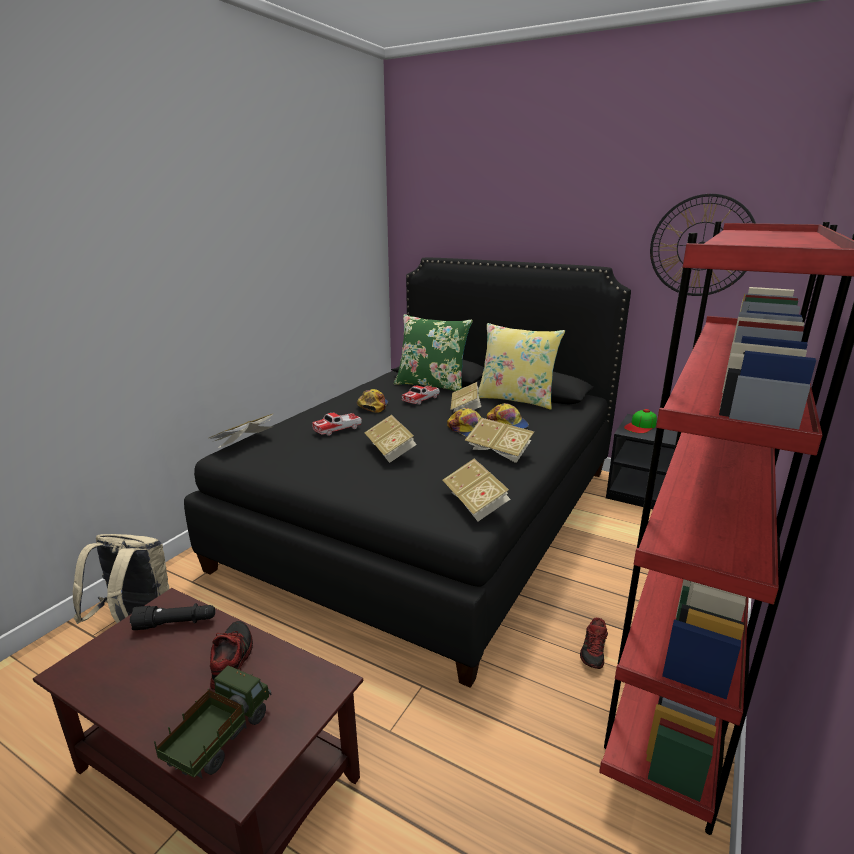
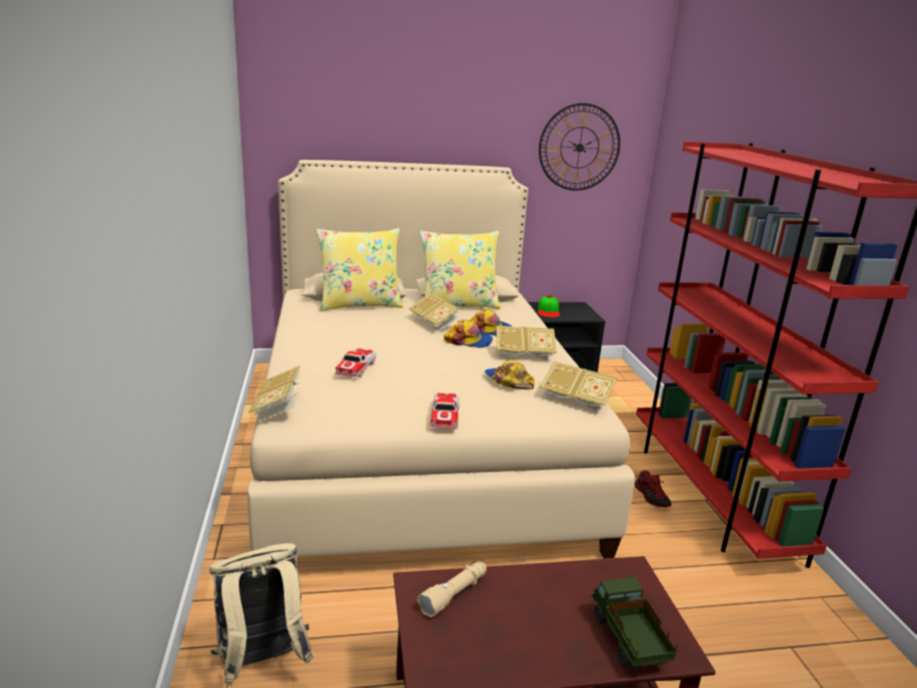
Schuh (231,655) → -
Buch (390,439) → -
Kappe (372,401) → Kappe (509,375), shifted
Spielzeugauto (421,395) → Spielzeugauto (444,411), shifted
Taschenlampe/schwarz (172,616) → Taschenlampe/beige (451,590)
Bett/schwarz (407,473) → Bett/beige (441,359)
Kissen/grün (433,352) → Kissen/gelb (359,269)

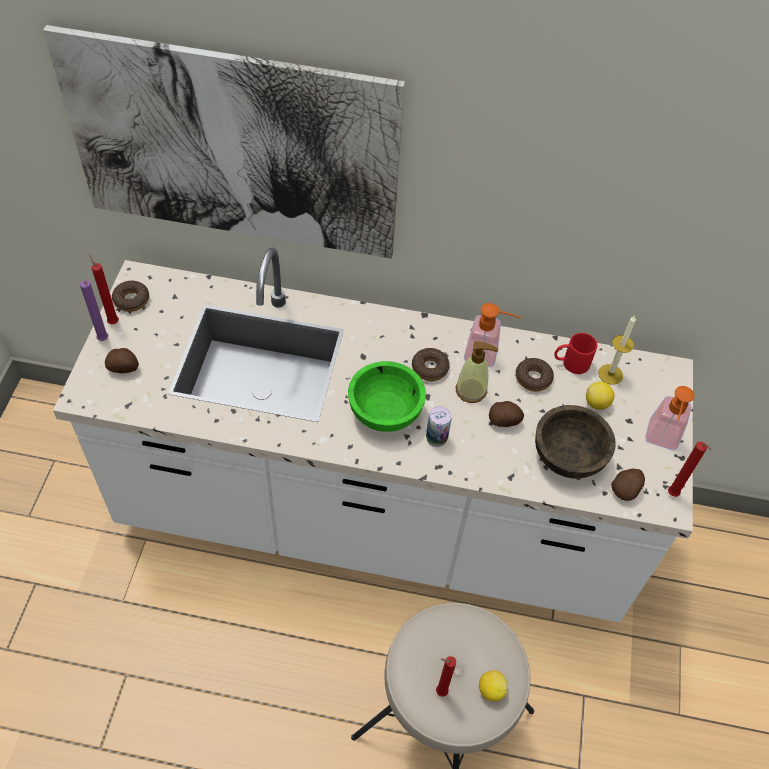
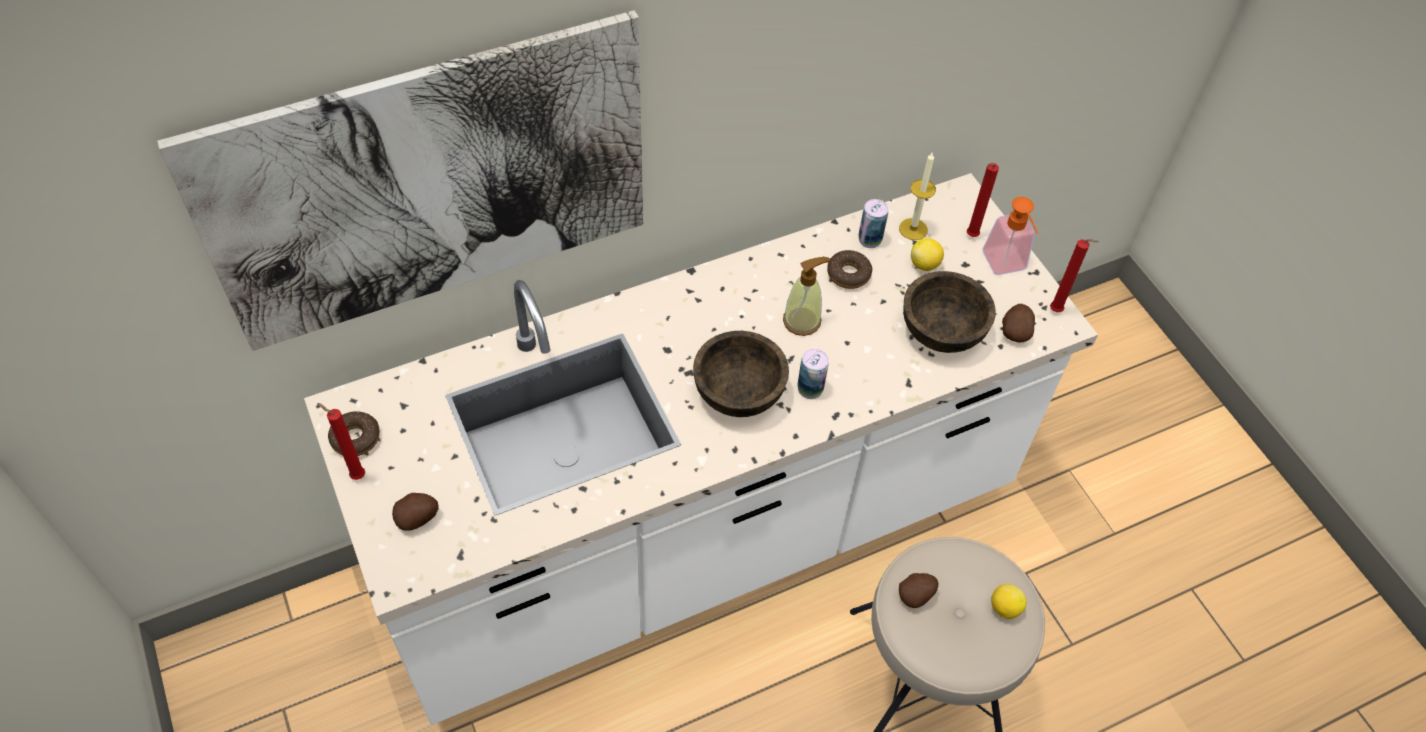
Kerze/lila (94,310) → -
Donut (431,364) → -
Seifenspender (492,335) → -
Kerze/rot (446,676) → Kerze/rot (983,200), shifted
Kartoffel (506,414) → Kartoffel (918,590), shifted
Henkelbecher/rot (575,353) → Dose (873,223)
Schüssel/grün (387,396) → Schüssel/braun (741,374)

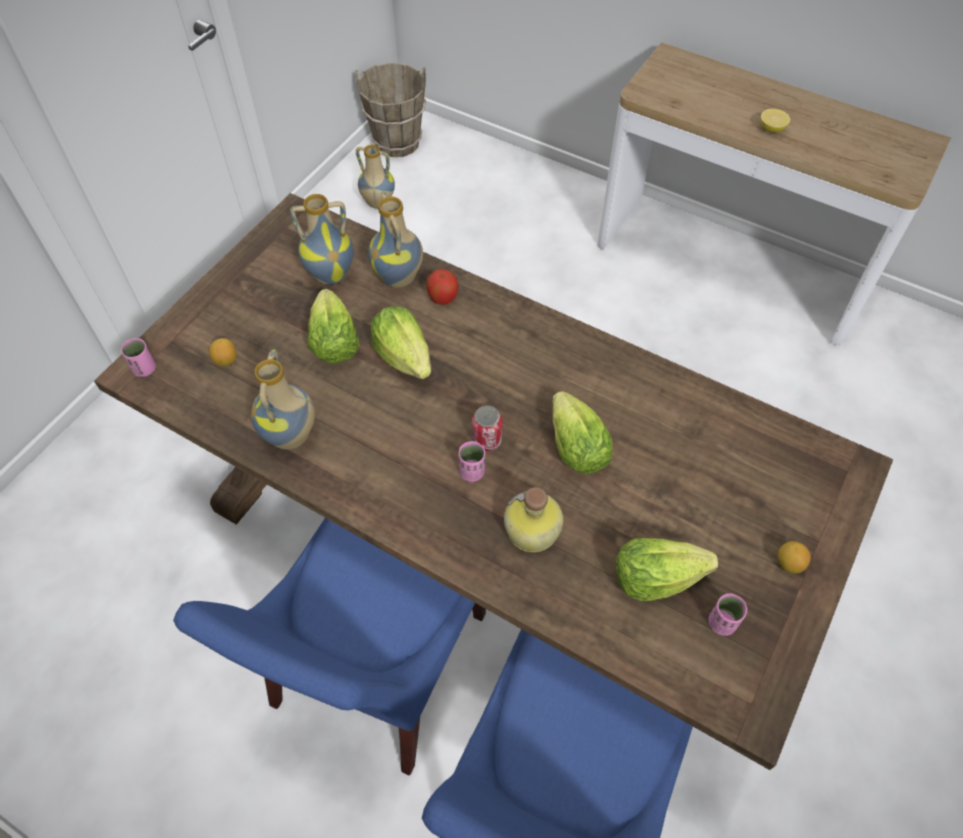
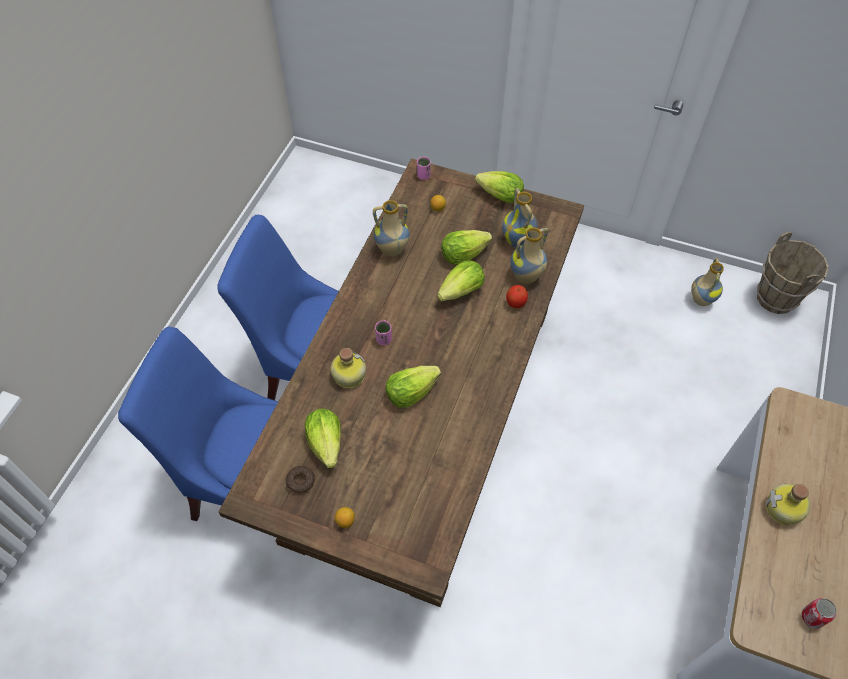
- → Salatkopf (499,187)
Dose (487,428) → Dose (819,613), shifted
Tasse/rosa (727,615) → Donut (300,480)
Zitrone (775,121) → Flasche (788,504)

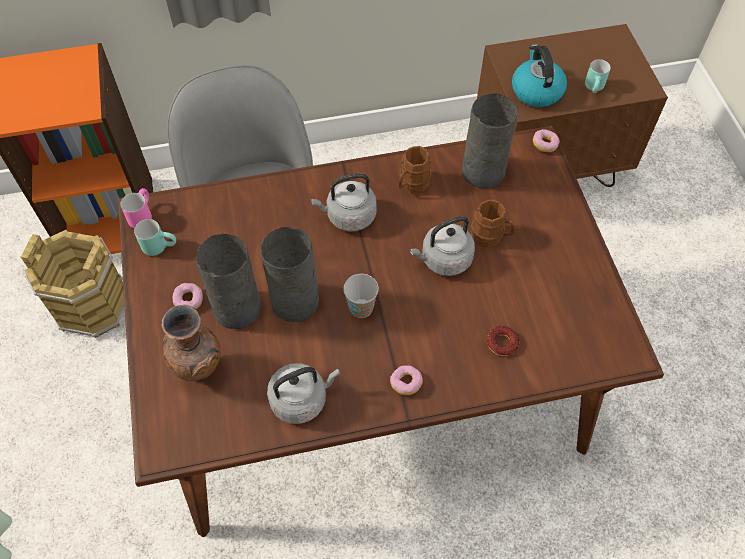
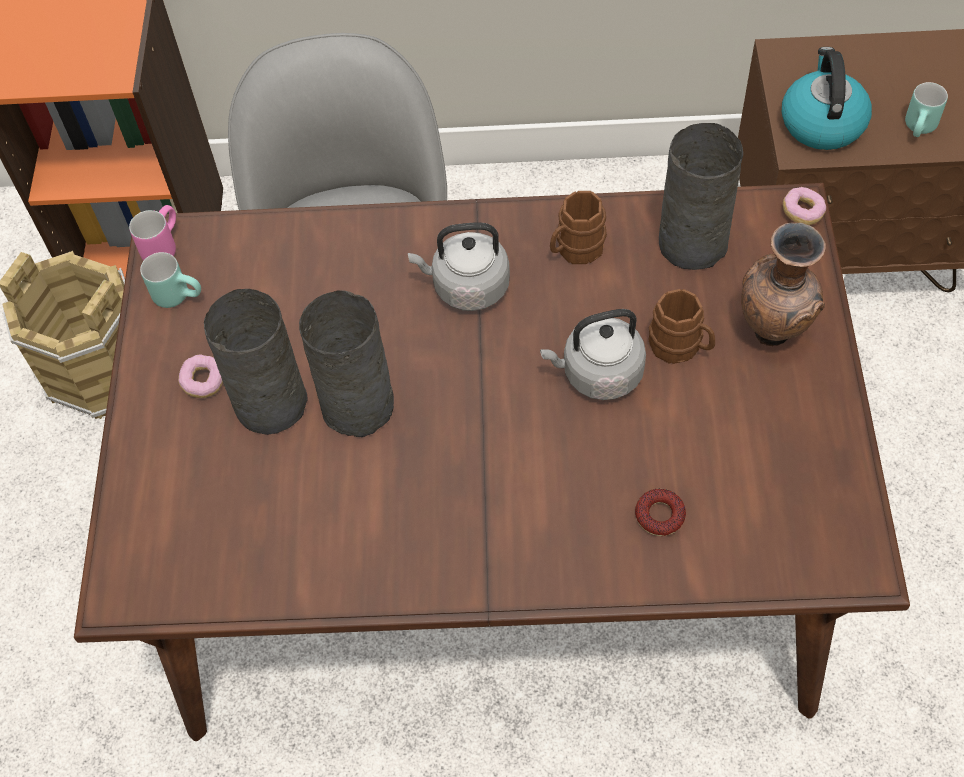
Wasserkessel/grau (303,393) → -
Tasse (361,296) → -
Donut (406,380) → -
Vase/braun (191,343) → Vase/braun (783,284), shifted

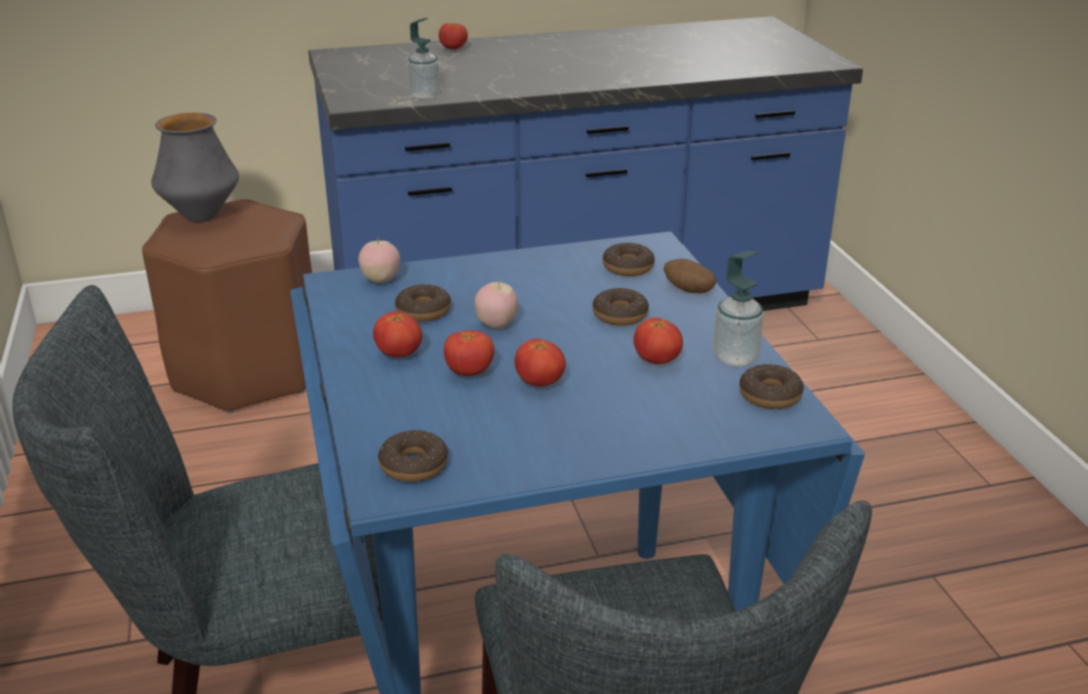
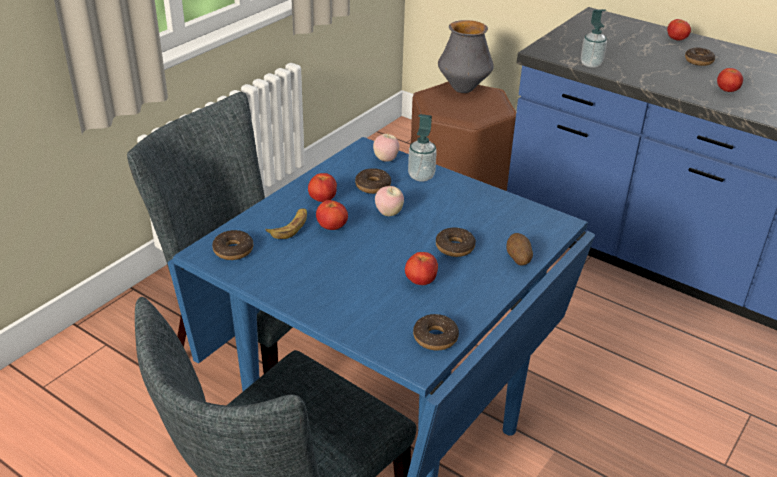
- → Banane (286,223)
Tomate (540,362) → Tomate (730,80), shifted
Donut (629,259) → Donut (700,56), shifted
Seifenspender (738,309) → Seifenspender (422,147), shifted

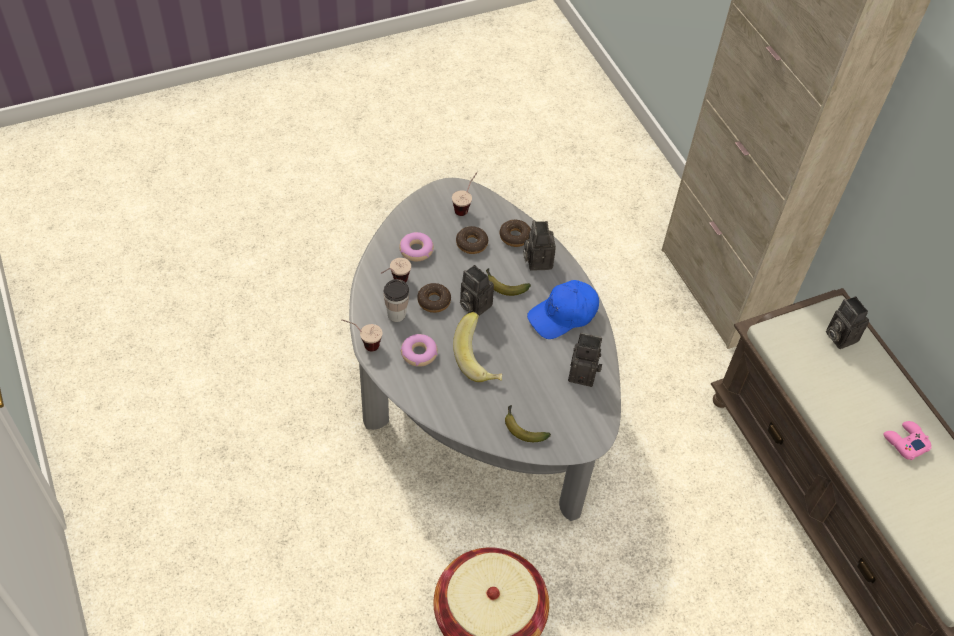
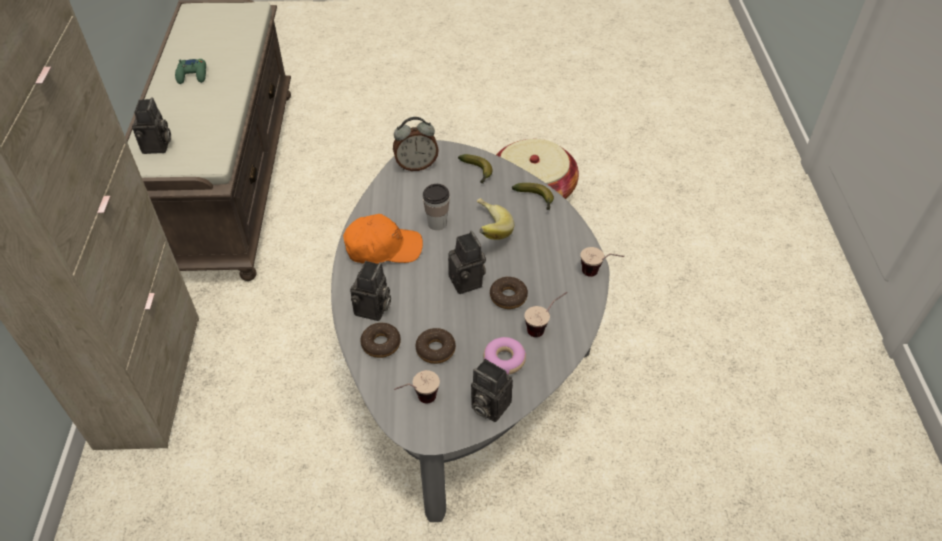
Donut (419,350) → -
- → Wecker (416,144)
Tasse (396,300) → Tasse (436,207), shifted
Banane (508,282) → Banane (533,197), shifted
Kamera (585,359) → Kamera (492,390), shifted
Kappe/blau (563,309) → Kappe/orange (383,239)
Gamepad/rosa (907,440) → Gamepad/grün (190,71)

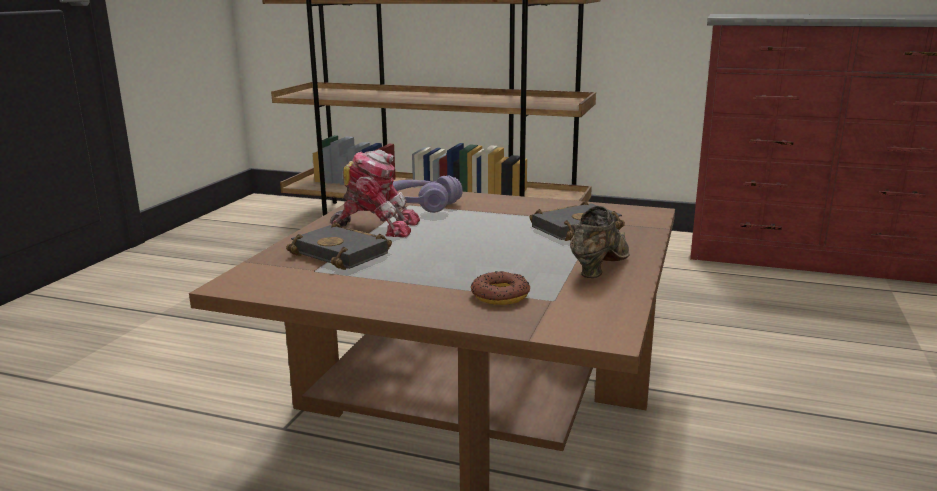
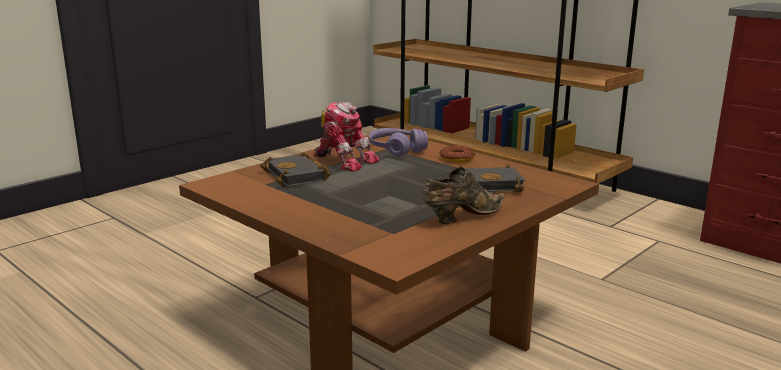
Donut (500,288) → Donut (457,154), shifted

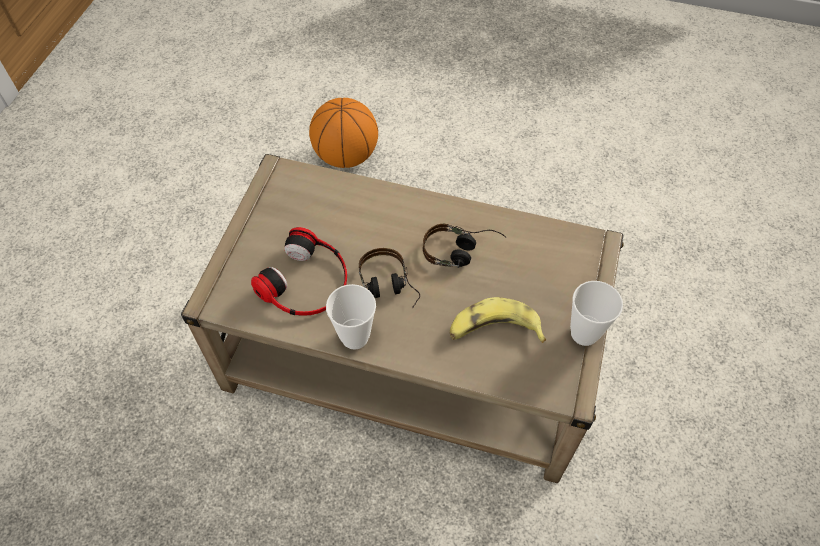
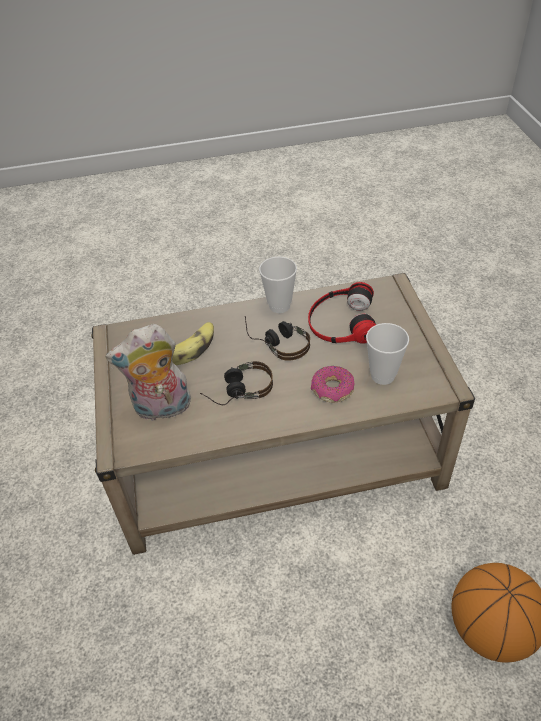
- → Plüschtier (149,372)
- → Donut (332,384)
Tasse (596,313) → Tasse (387,354), shifted

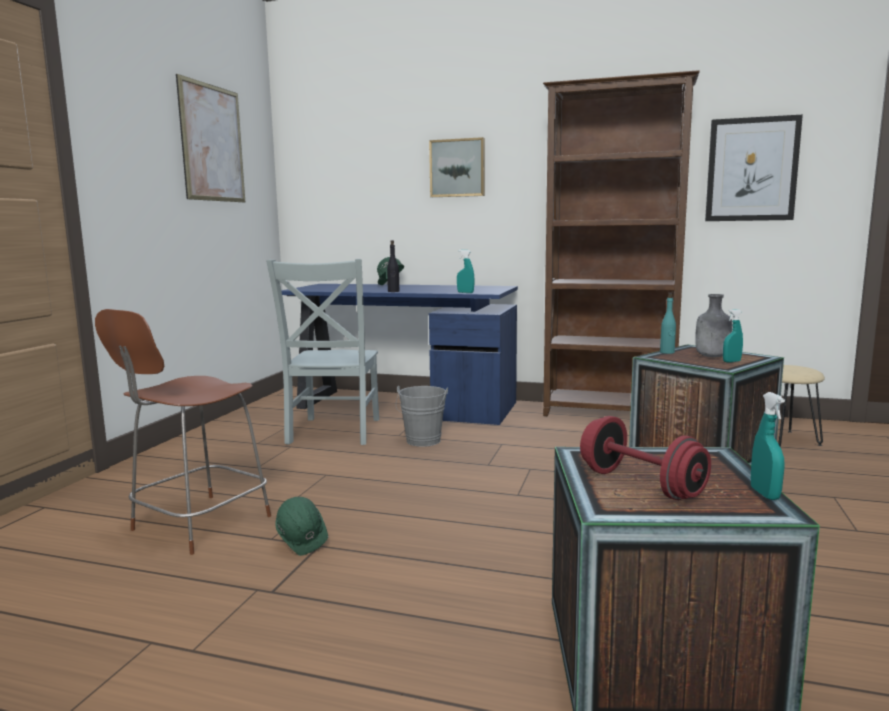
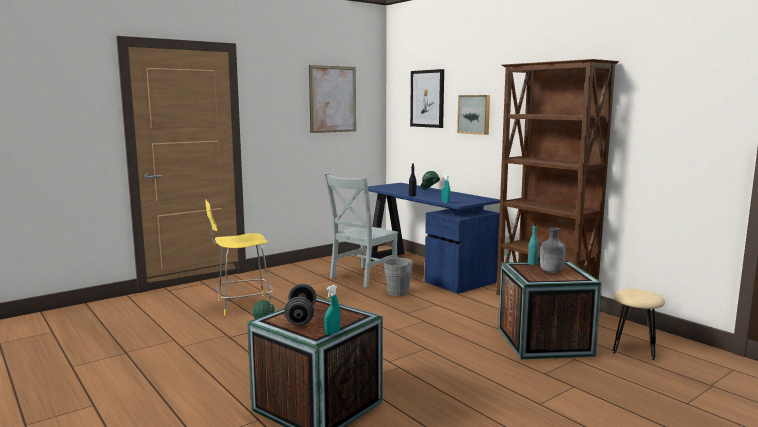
Sprühflasche/türkis (733,336) → -
Bild (754,167) → Bild (427,98), shifted
Hocker/braun (183,432) → Hocker/gelb (239,258)
Hantel/rot (645,458) → Hantel/grau (300,305)

